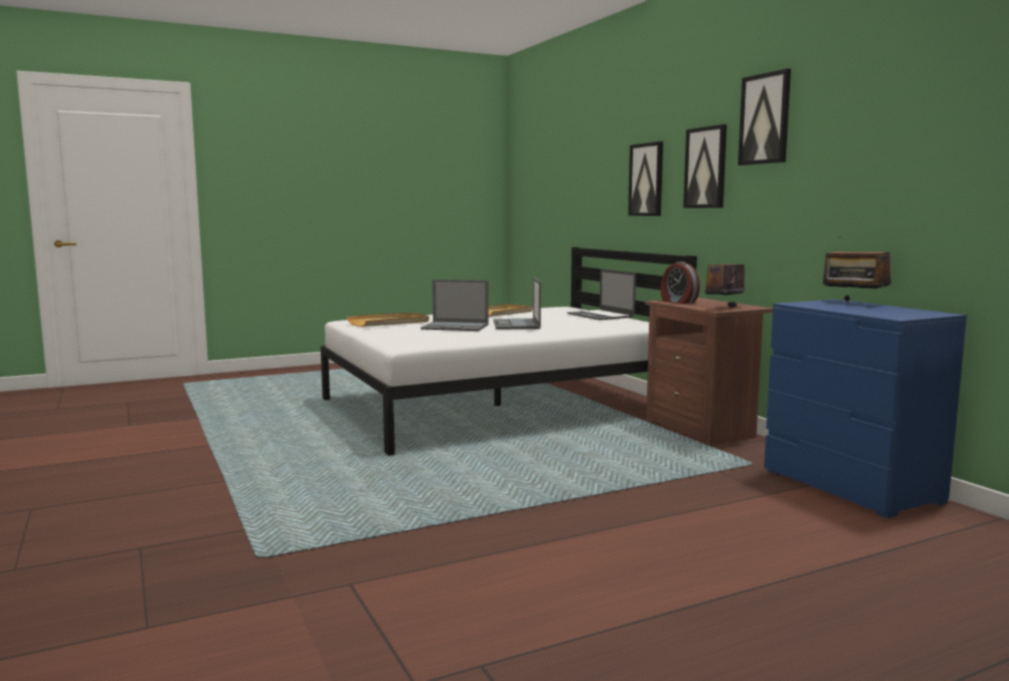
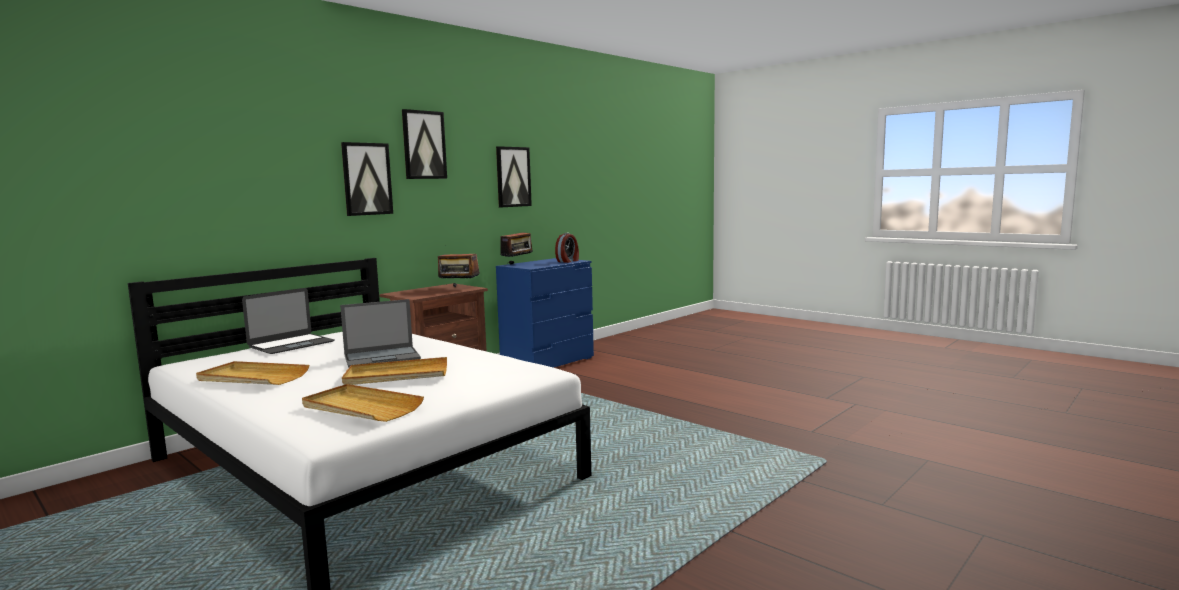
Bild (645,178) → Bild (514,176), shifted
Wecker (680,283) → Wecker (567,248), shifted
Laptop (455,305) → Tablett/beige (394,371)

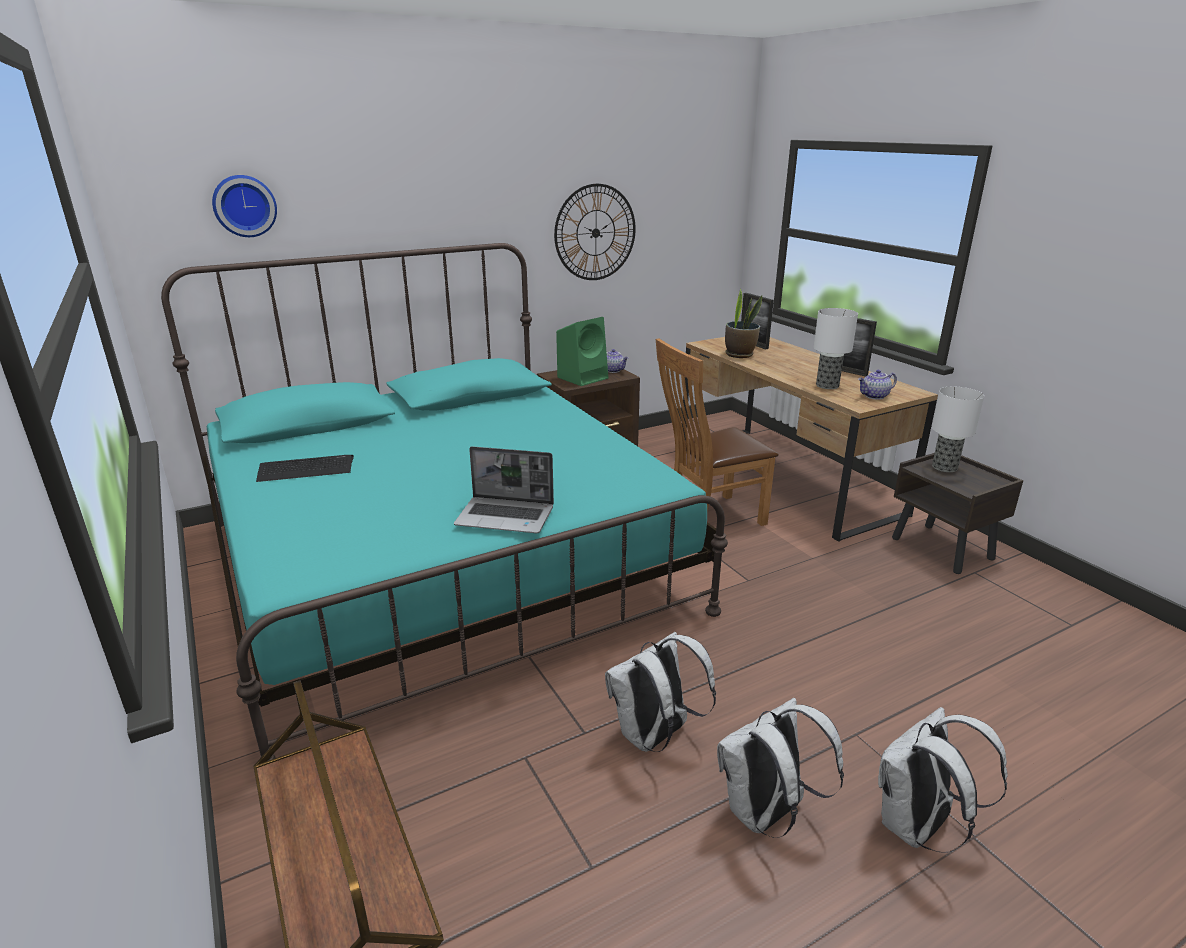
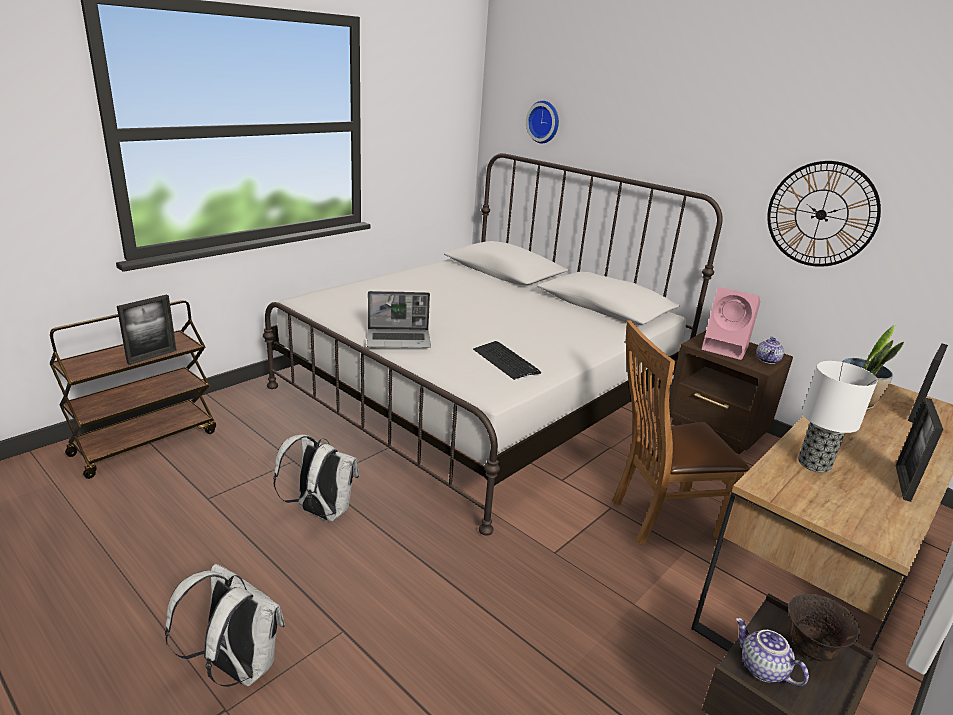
Rucksack/weiß (780,768) → -
- → Bilderrahmen (147,330)
Tastatur (305,468) → Tastatur (507,360), shifted
Teekanne (877,385) → Teekanne (772,652), shifted
Tischlampe (958,429) → Schüssel/braun (824,628)
Bett/türkis (444,502) → Bett/weiß (493,344)
Lautsprecher/grün (582,351) → Lautsprecher/rosa (731,323)
Laptop (504,489) → Laptop (399,319), 90 degrees counterclockwise
Stuhl/braun (717,432) → Stuhl/braun (681,432), 60 degrees counterclockwise

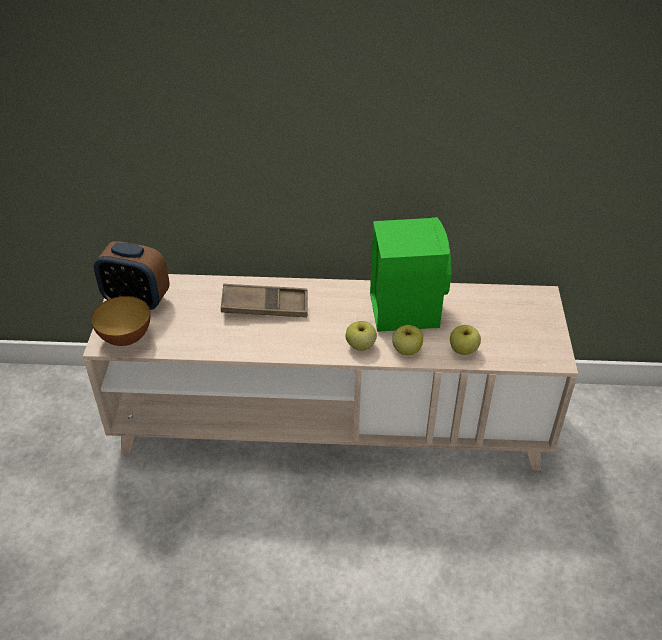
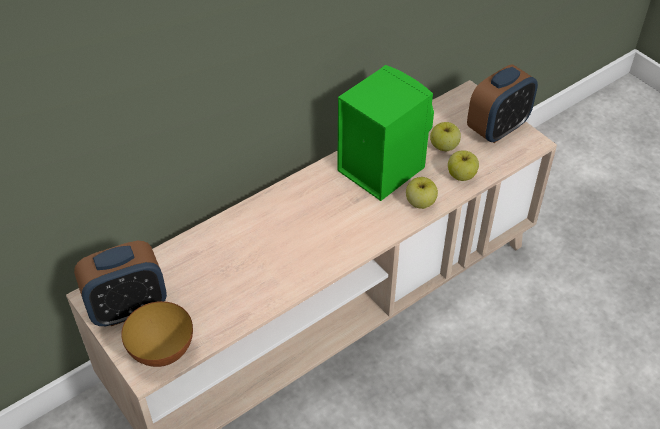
Tablett/braun (264,300) → -
- → Wecker (502,103)
Apfel (361,336) → Apfel (445,136), shifted

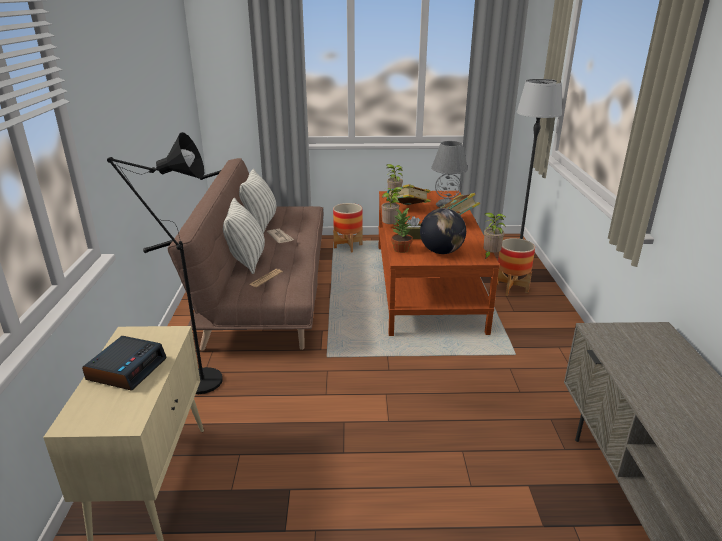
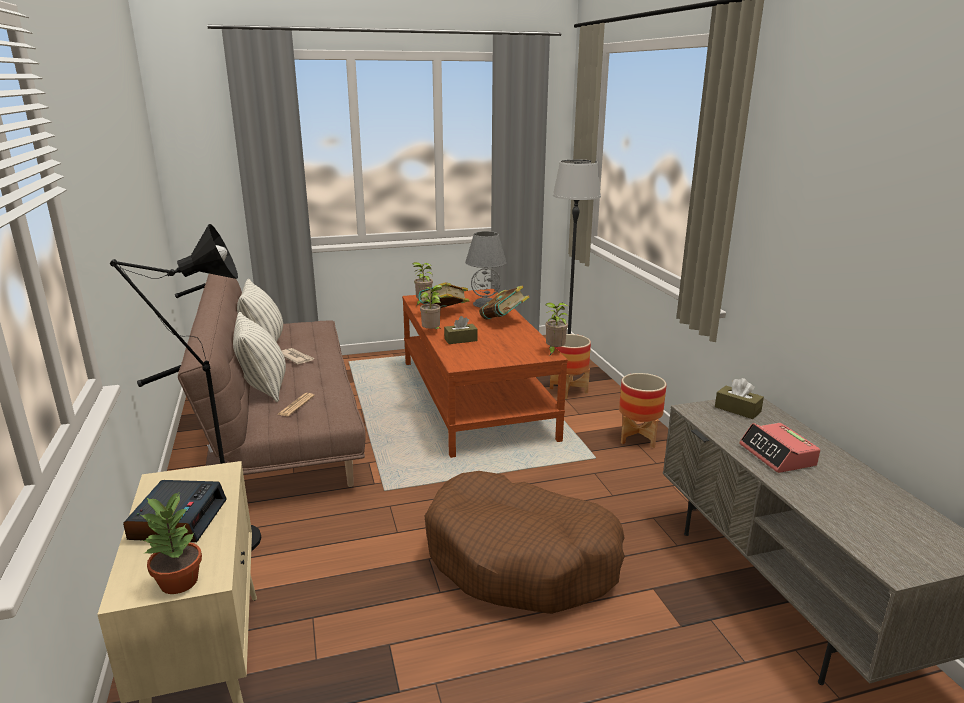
Globus (443,231) → -
- → Hundebett/braun (524,542)
- → Taschentuchbox/braun (739,398)
- → Wecker (779,448)
Pflanzkübel (348,227) → Pflanzkübel (642,410), shifted
Topfpflanze (402,230) → Topfpflanze (171,542), shifted

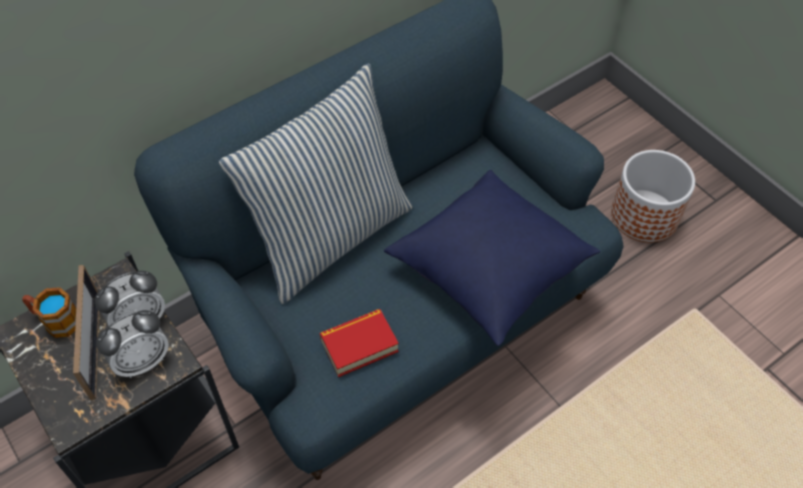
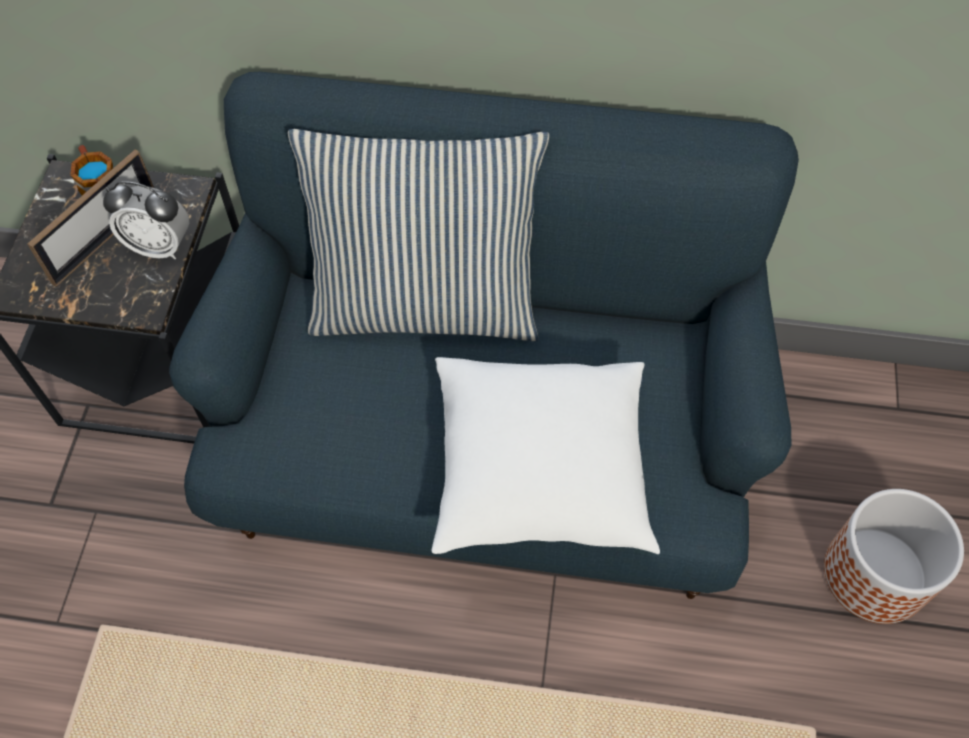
Wecker (132,344) → -
Buch (359,343) → -
Kissen/blau (492,258) → Kissen/weiß (546,455)

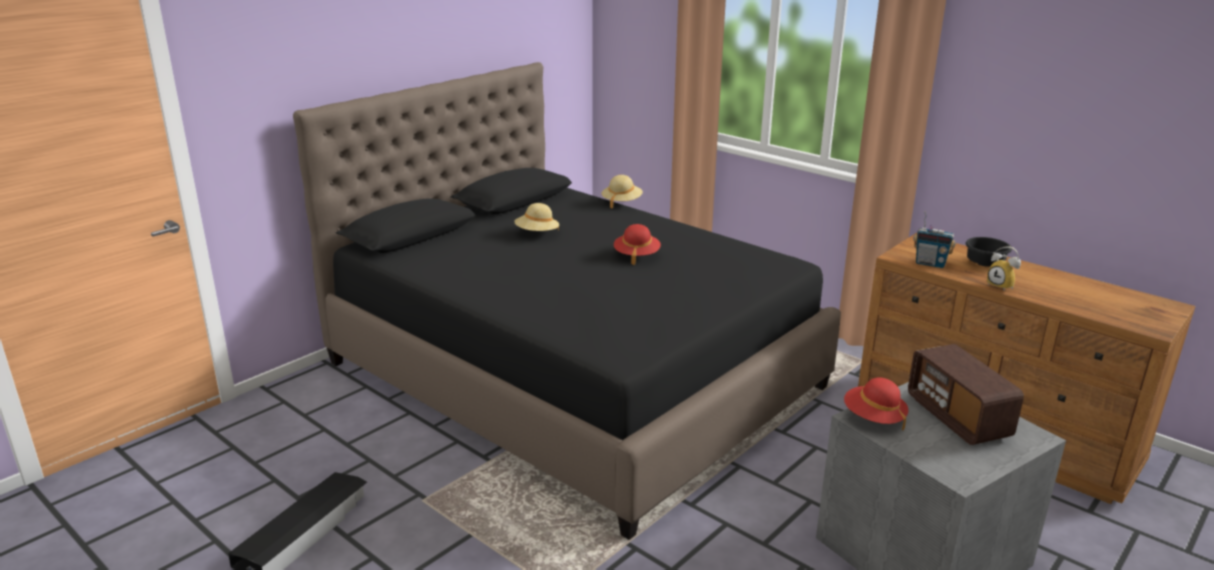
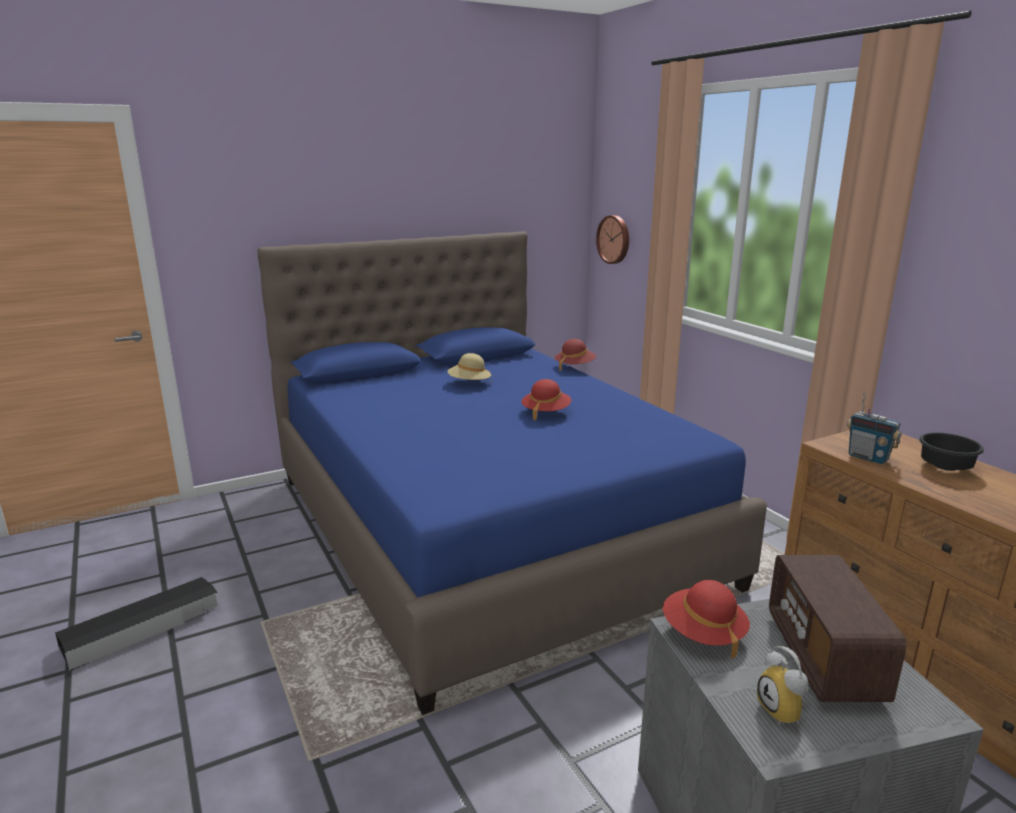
- → Wanduhr (612,239)
Wecker (1004,268) → Wecker (783,685), shifted
Bett/schwarz (567,301) → Bett/blau (512,473)
Hut/beige (622,192) → Hut/rot (575,355)

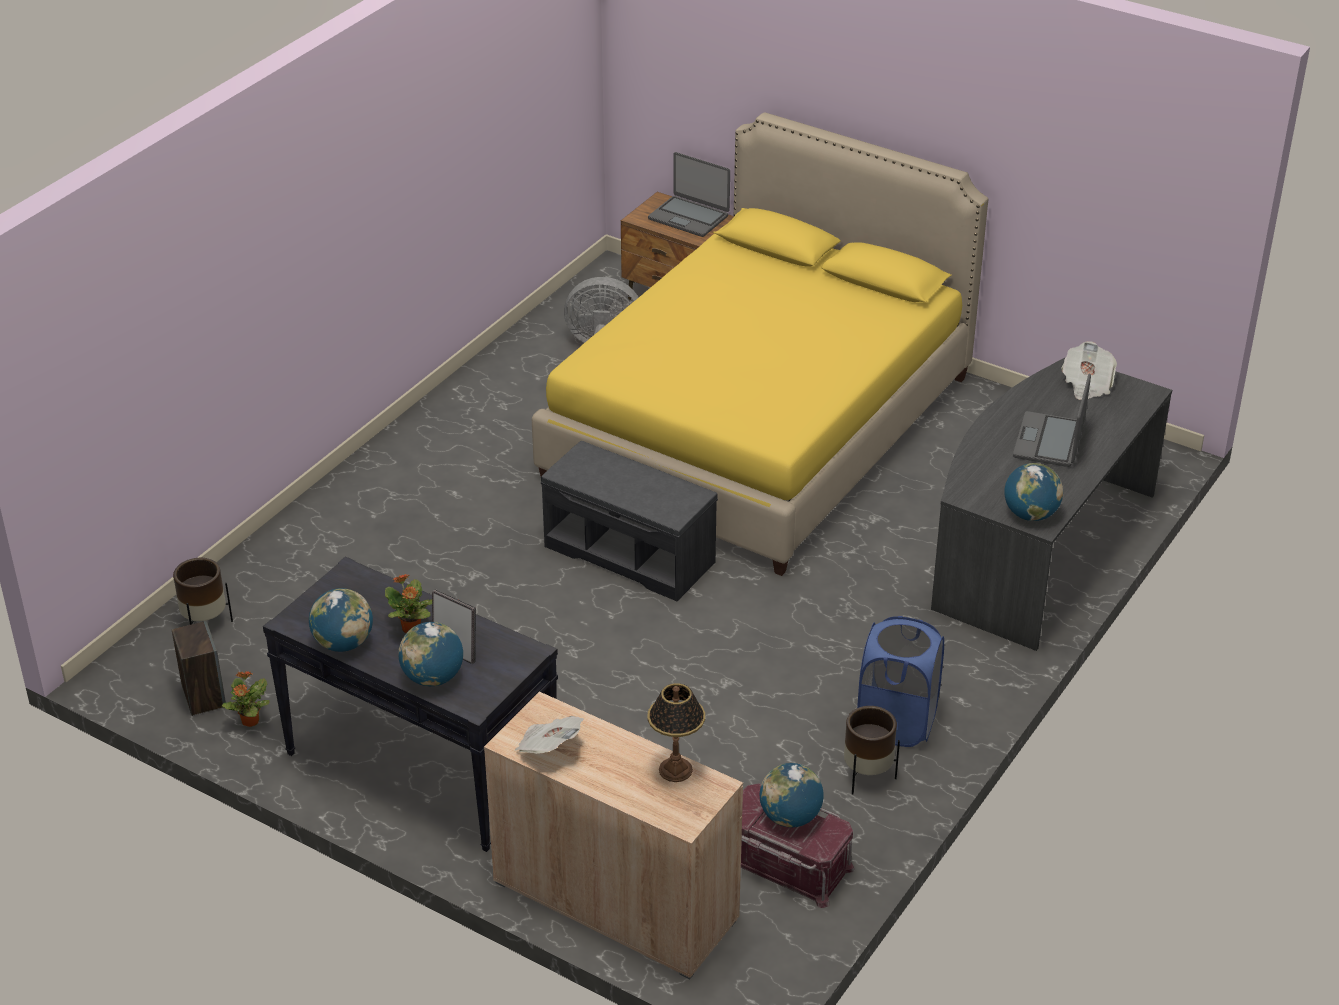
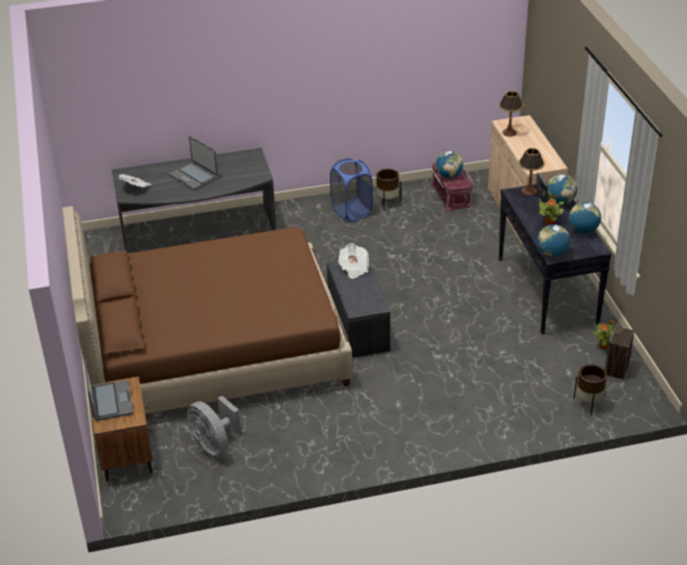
- → Tischlampe (532,172)
Zeitung (549,735) → Zeitung (353,261), shifted
Globus (1033,492) → Globus (553,241), shifted
Bett/gelb (760,344) → Bett/braun (207,309)
Laptop (1052,420) → Laptop (193,163), 75 degrees clockwise

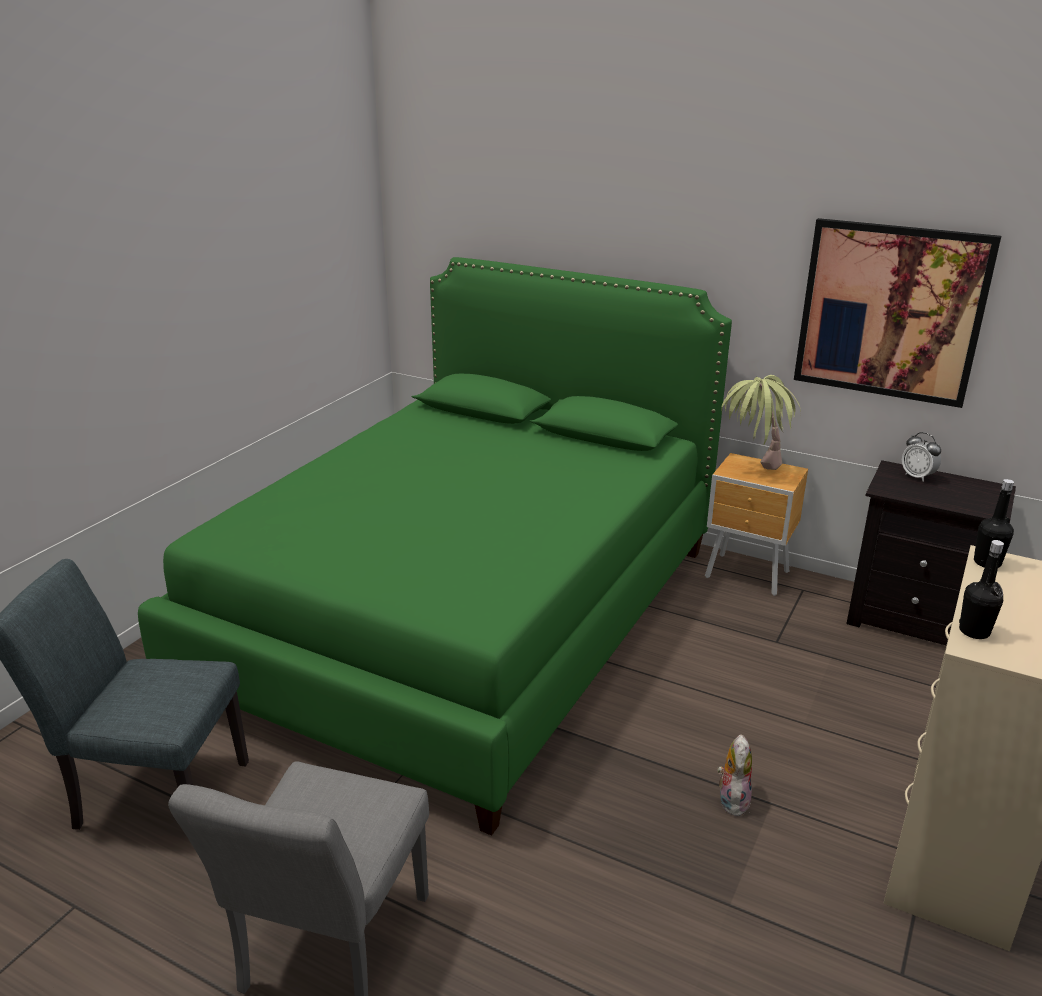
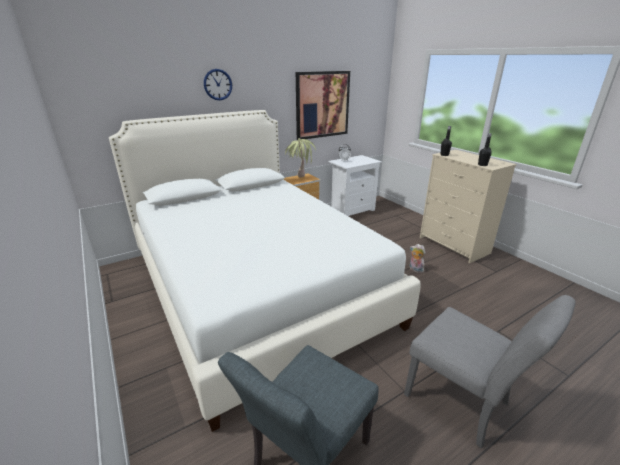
- → Wanduhr (218,84)
Bett/grün (435,546) → Bett/weiß (265,271)
Nachttisch/schwarz (931,552) → Nachttisch/weiß (355,185)

